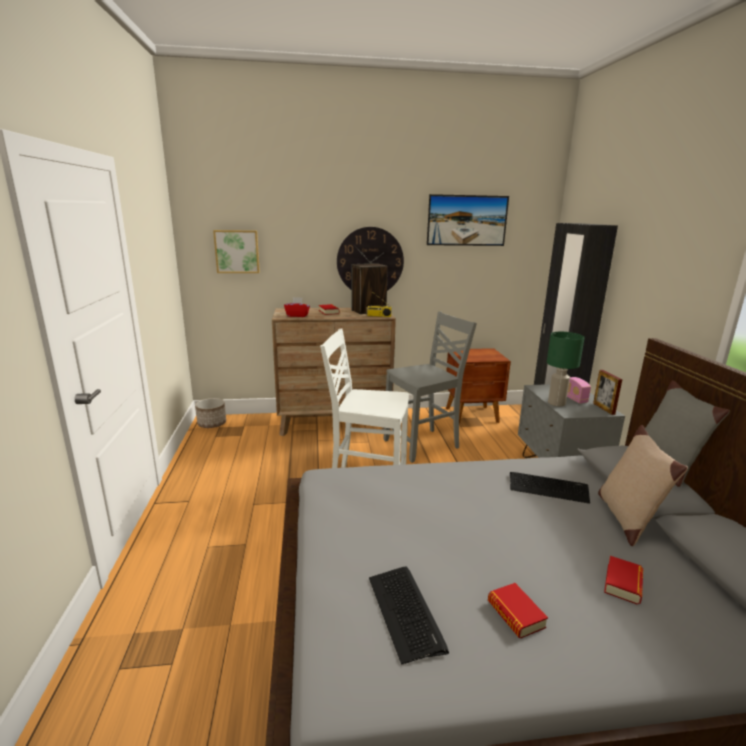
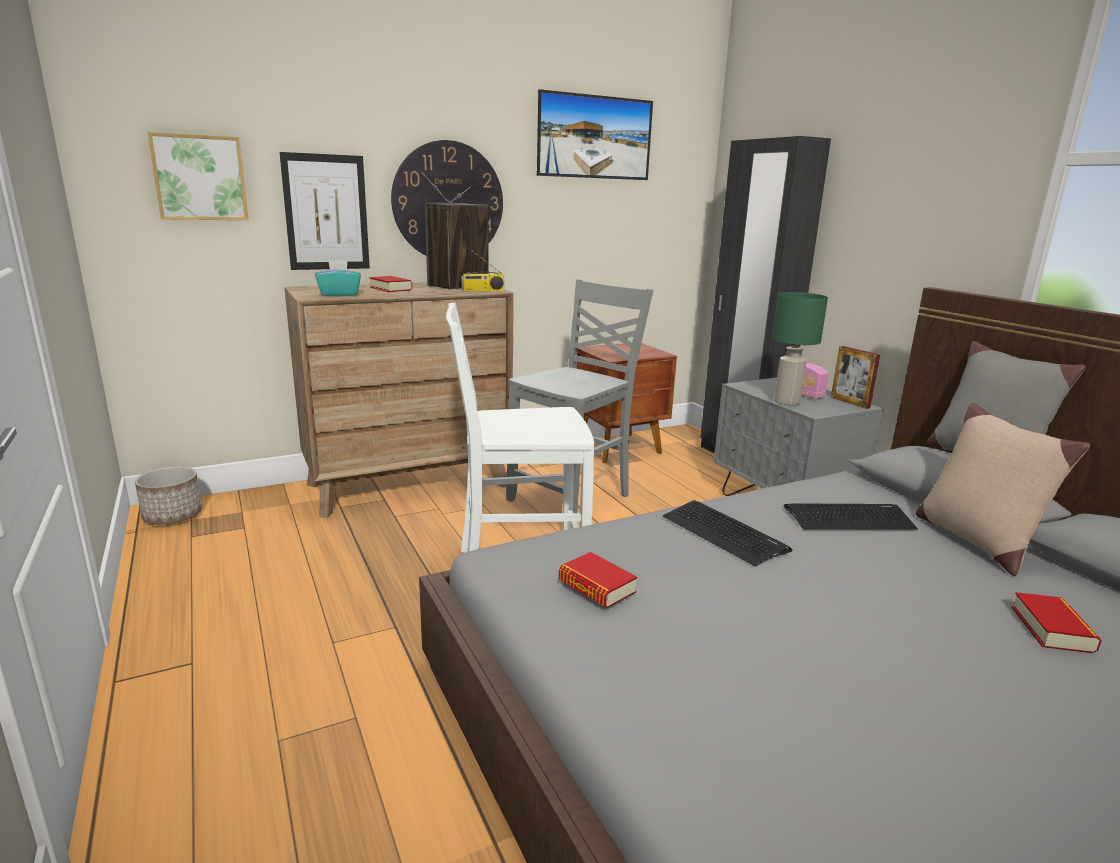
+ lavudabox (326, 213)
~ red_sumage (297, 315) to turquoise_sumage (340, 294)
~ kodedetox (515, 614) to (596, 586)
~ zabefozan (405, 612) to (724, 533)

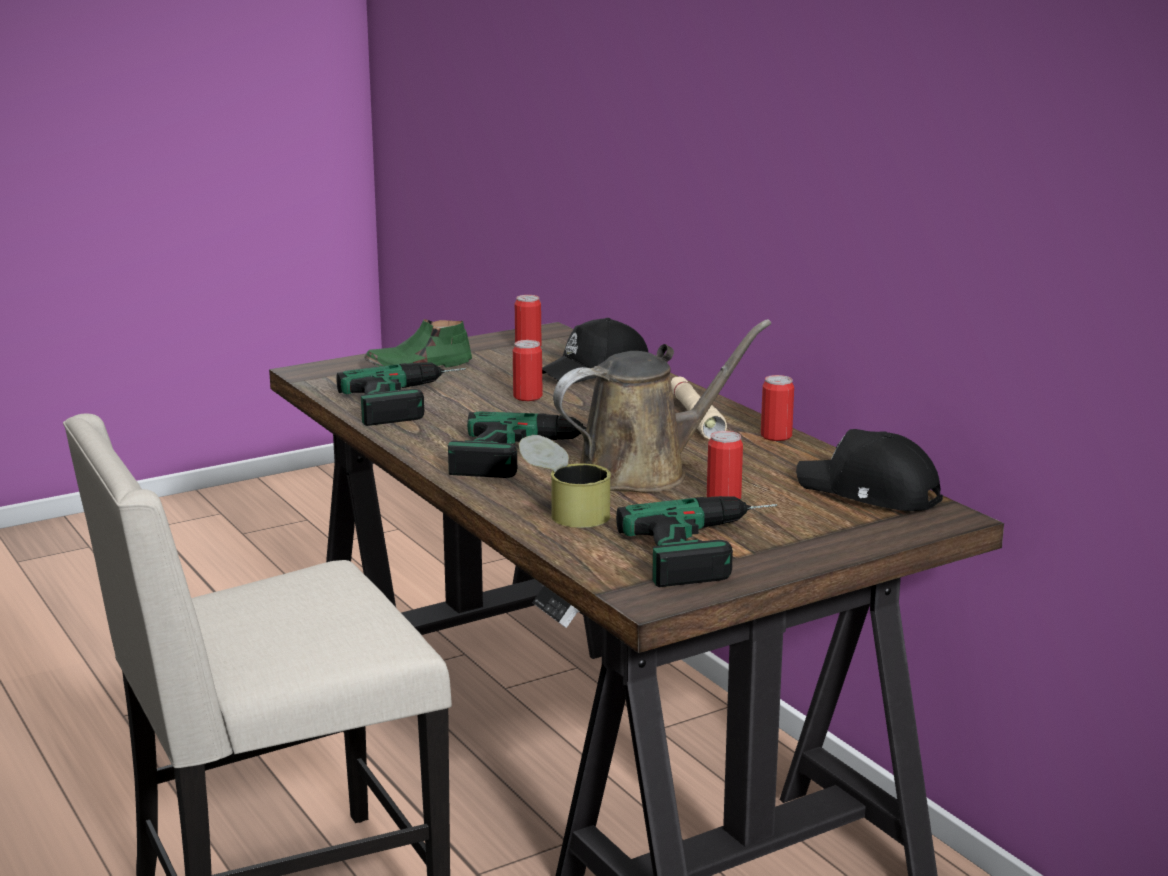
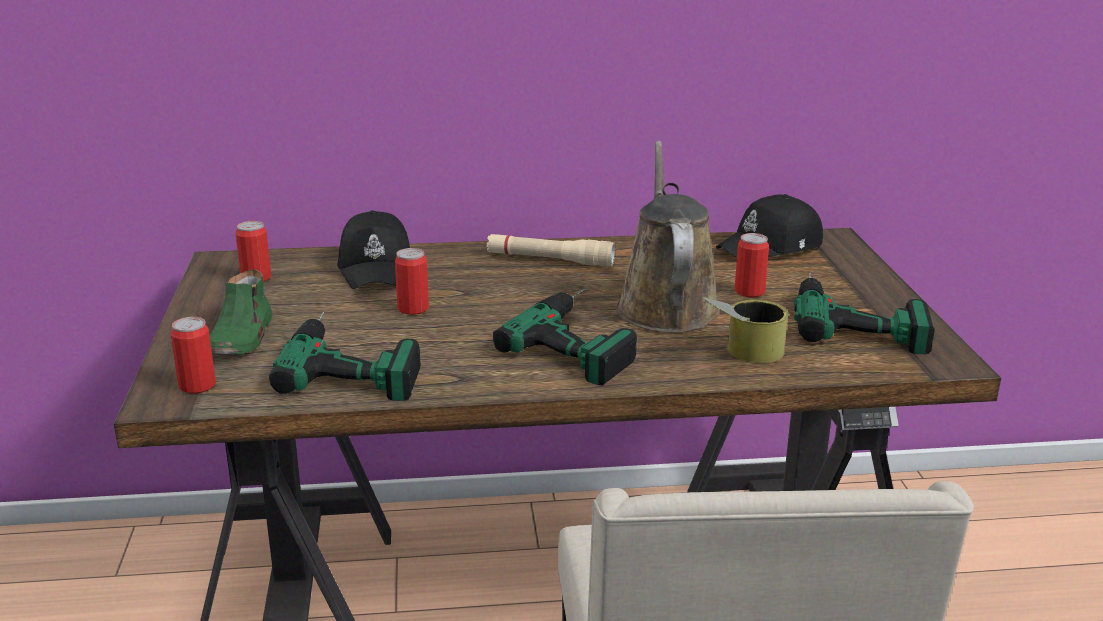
~ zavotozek (776, 436) to (197, 385)

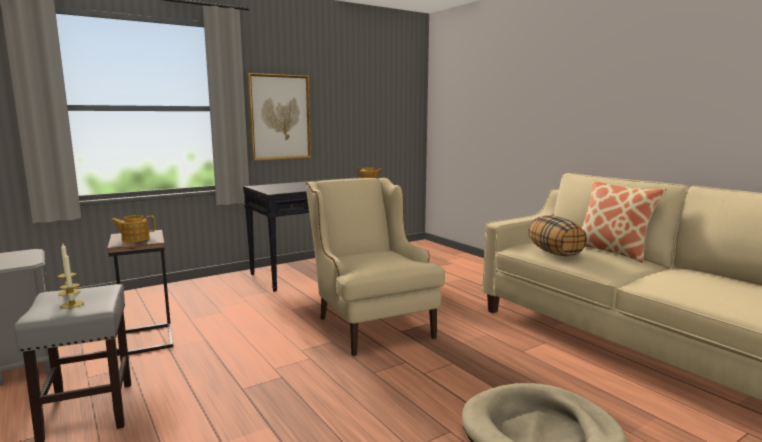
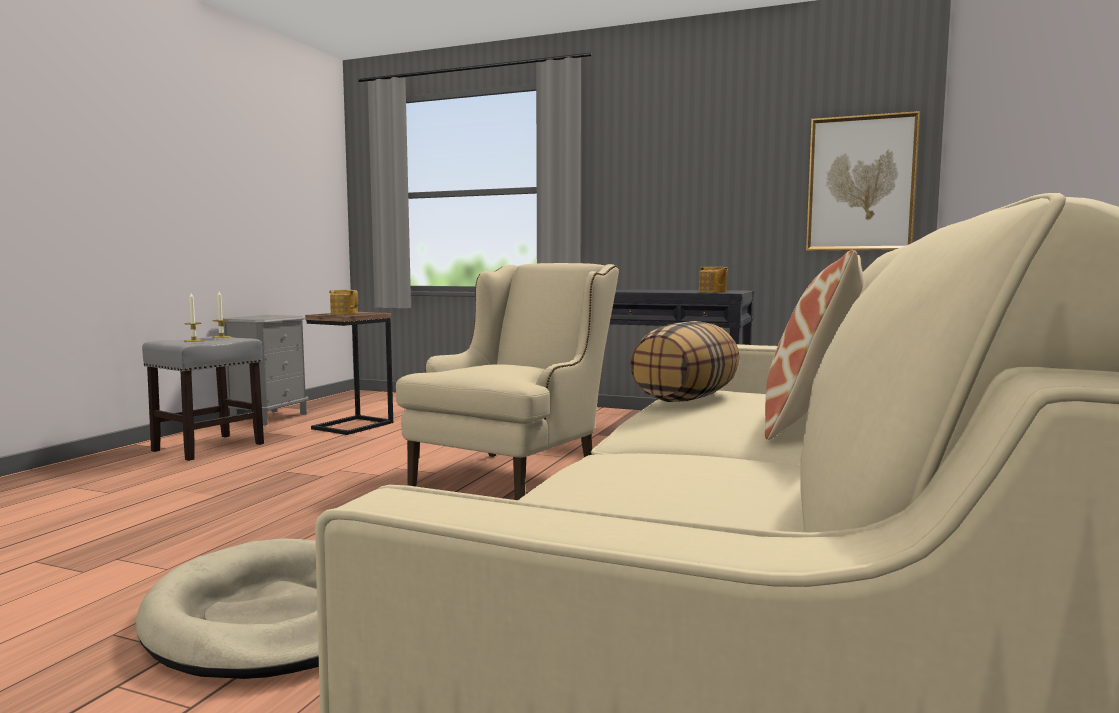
~ lavudabox (280, 117) to (861, 183)

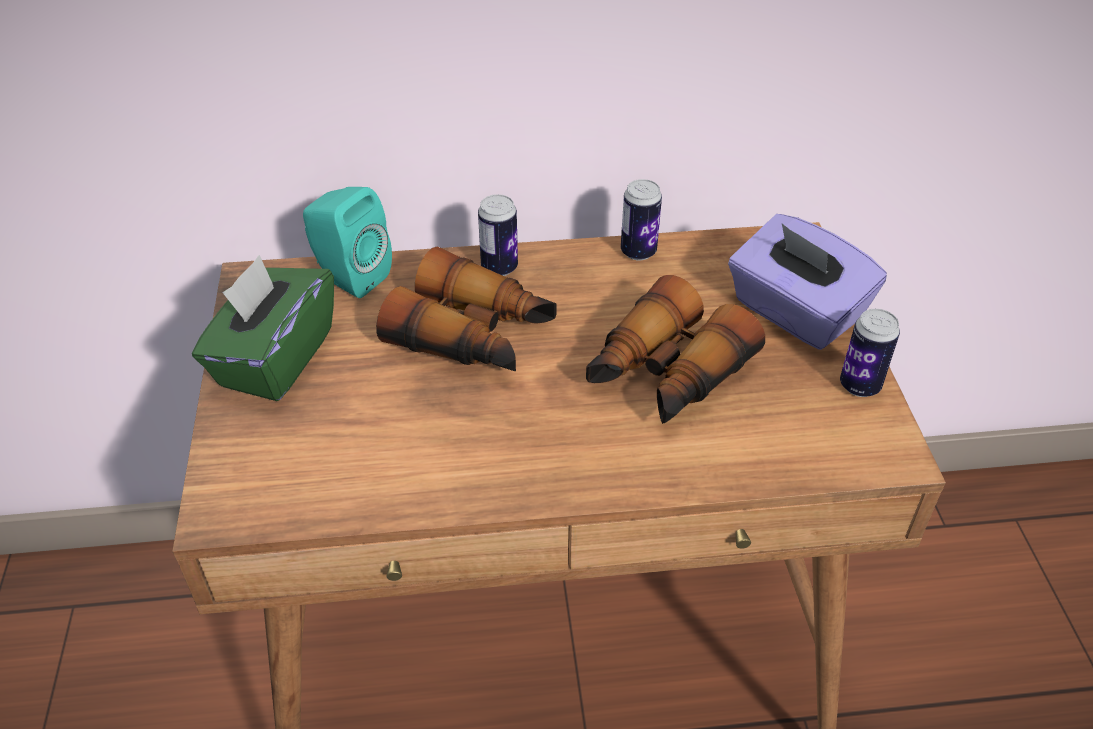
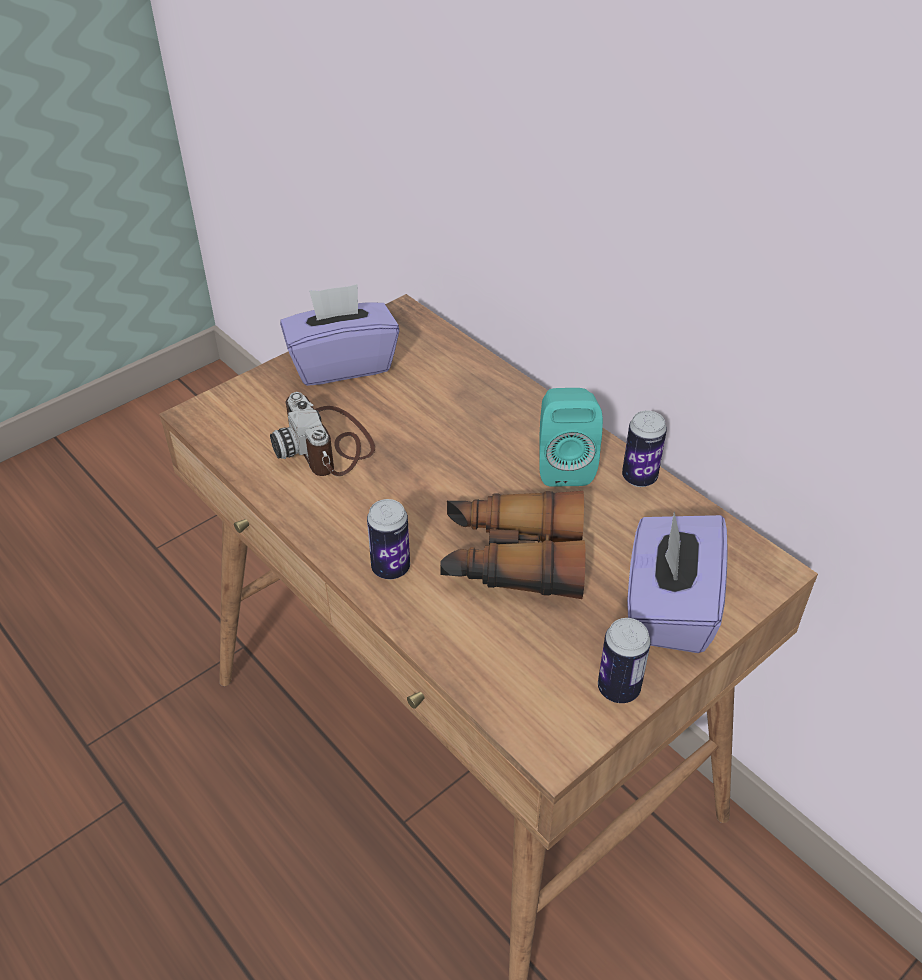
+ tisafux (328, 445)
~ green_sumage (275, 358) to purple_sumage (342, 364)
~ zavotozek (499, 267) to (390, 568)
~ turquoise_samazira (349, 277) to (563, 465)
- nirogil (474, 336)

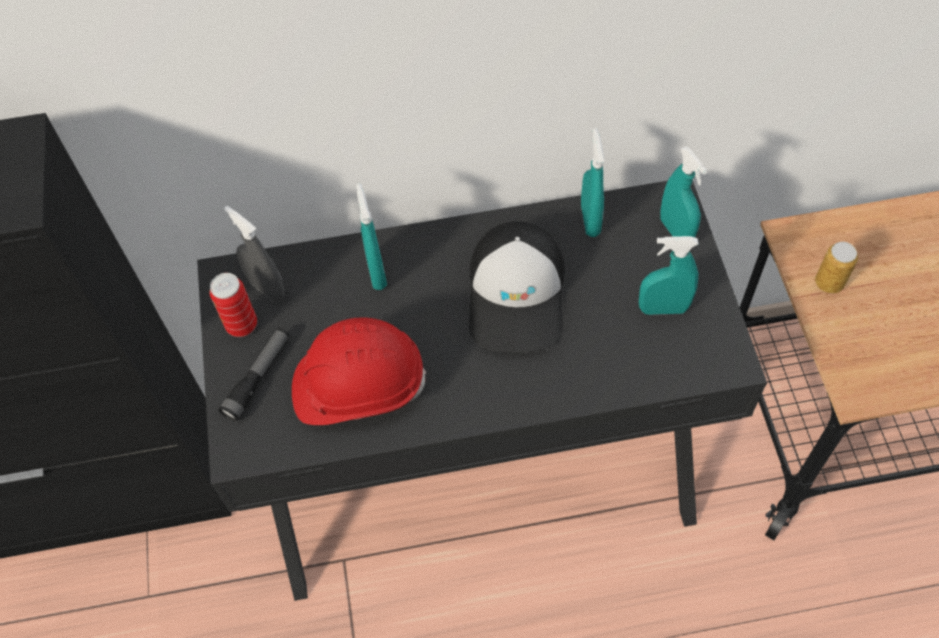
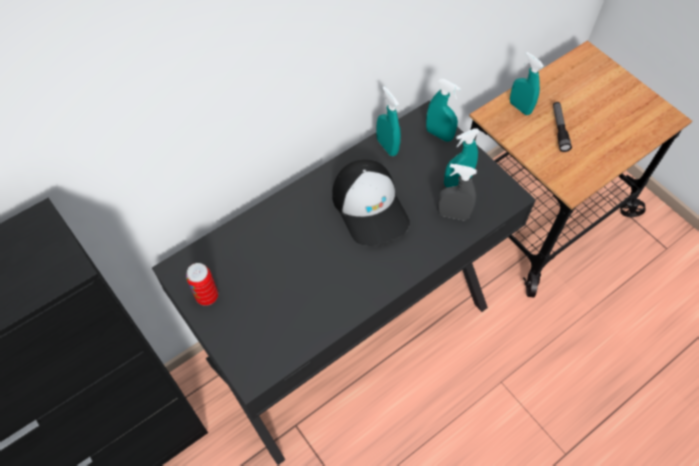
~ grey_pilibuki (266, 288) to (453, 214)
~ turquoise_pilibuki (376, 272) to (520, 107)
~ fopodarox (258, 377) to (559, 129)
- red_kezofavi (358, 386)
- zavotozek (829, 283)

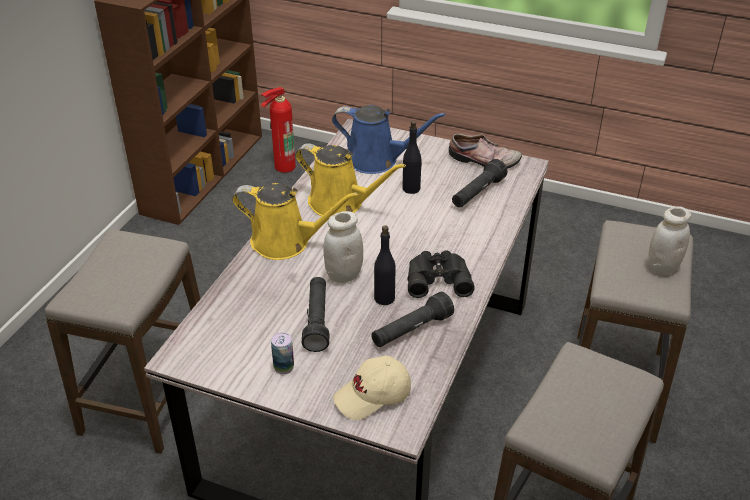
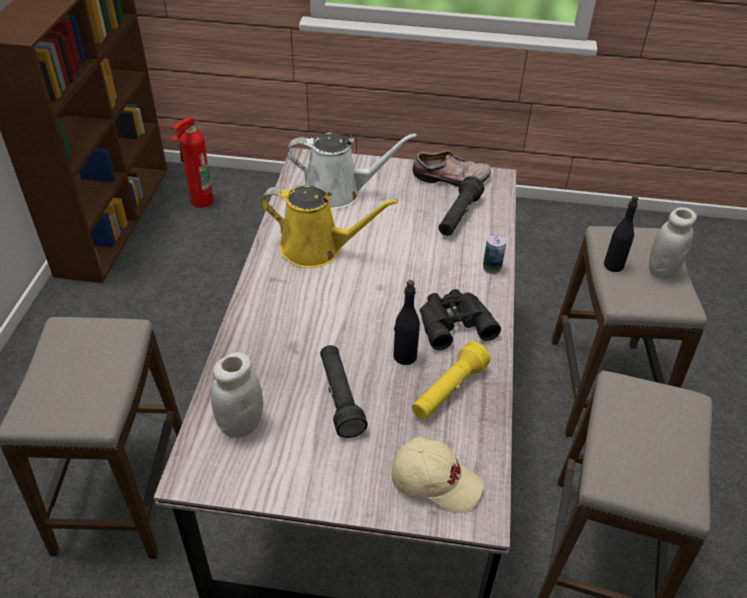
~ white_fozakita (344, 275) to (240, 424)
~ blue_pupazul (377, 160) to white_pupazul (338, 192)
~ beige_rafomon (373, 396) = (435, 481) 120 degrees counterclockwise
~ black_fopodarox (411, 330) to yellow_fopodarox (448, 391)
~ zavotozek (284, 367) to (491, 268)
~ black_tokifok (411, 188) to (613, 265)
- yellow_pupazul (286, 242)

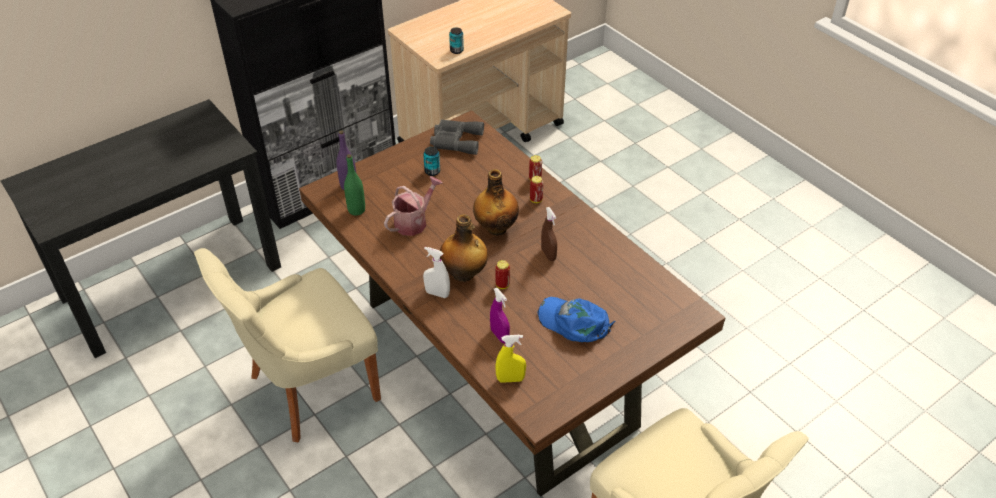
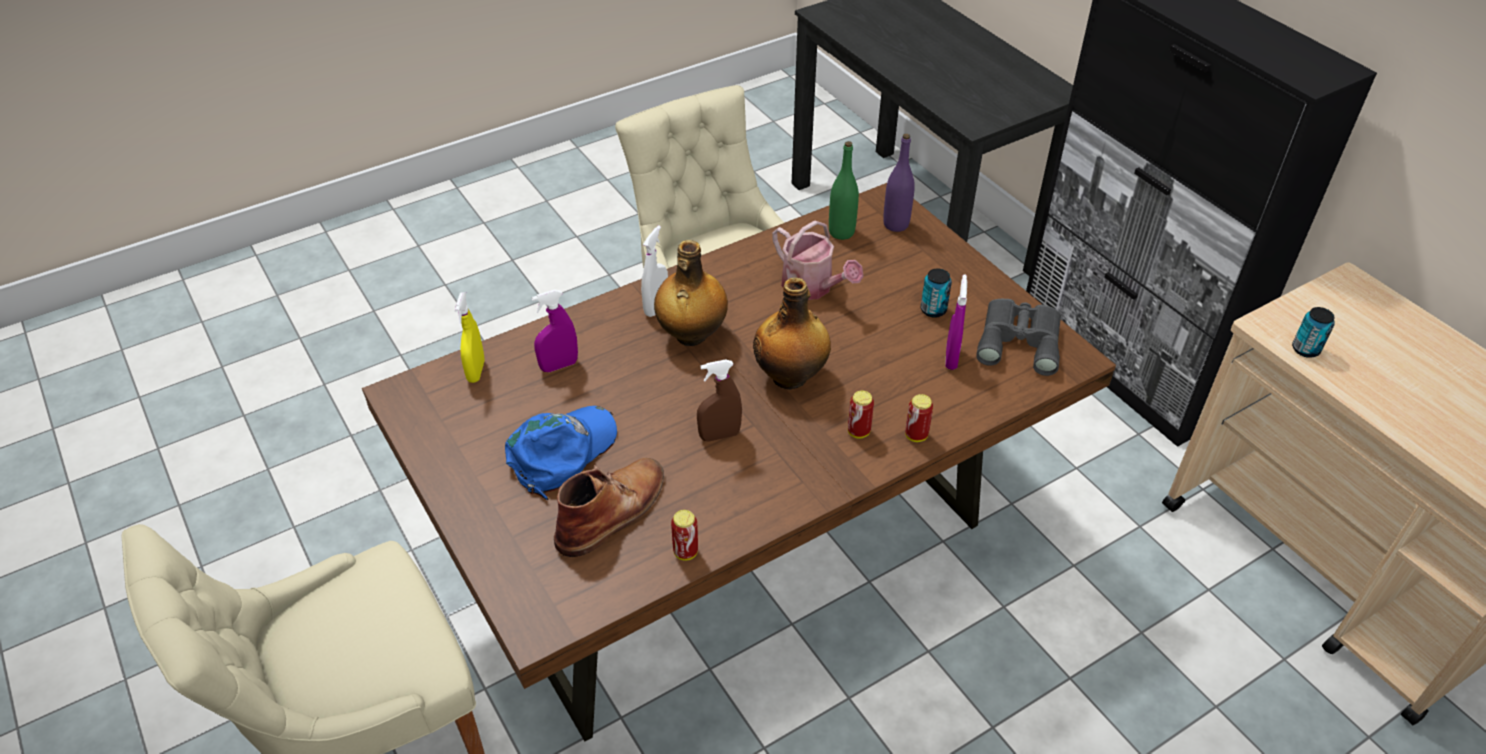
+ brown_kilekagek (613, 510)
~ zavotozek (502, 285) to (685, 552)
+ purple_pilibuki (951, 358)

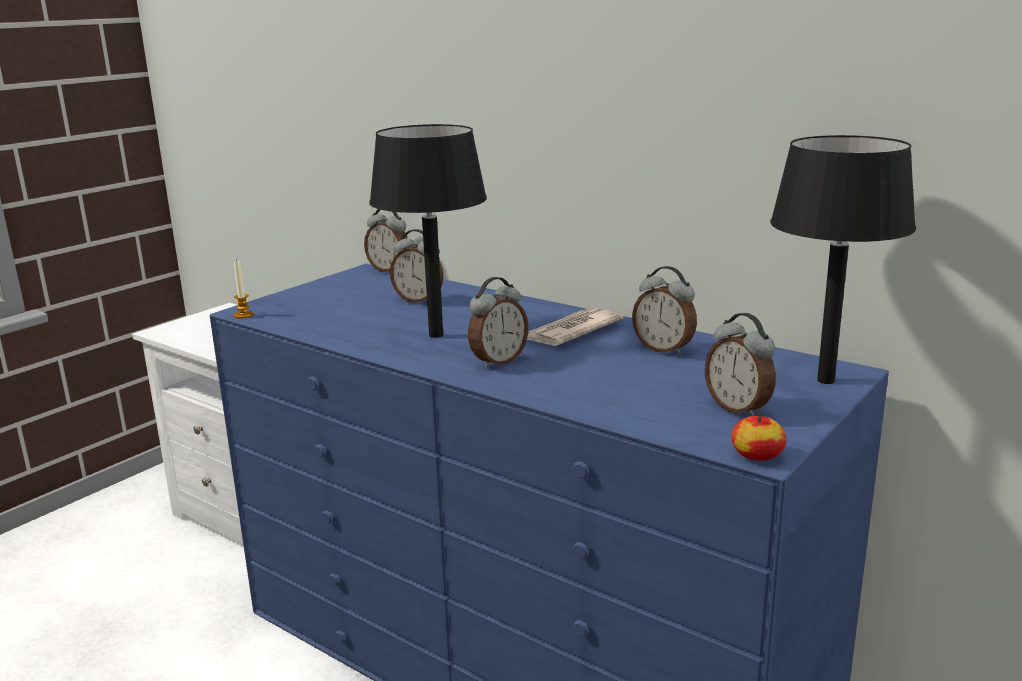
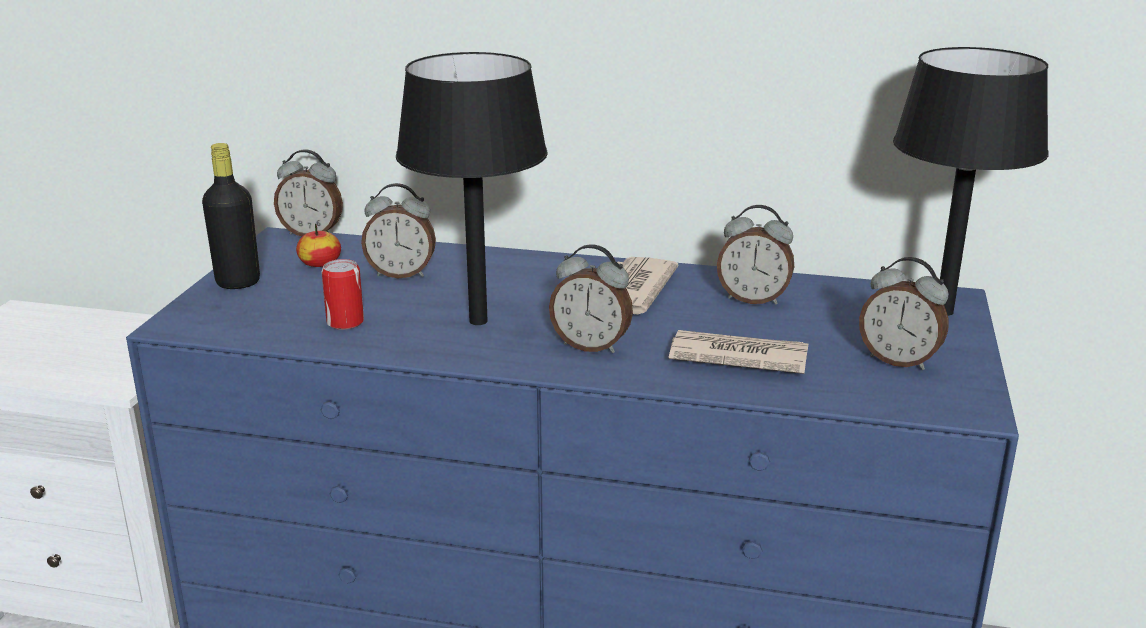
+ black_tokifok (238, 282)
~ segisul (757, 455) to (320, 264)
+ zavotozek (345, 322)
~ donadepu (498, 361) = (591, 345) 90 degrees clockwise
+ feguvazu (736, 357)
- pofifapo (243, 315)

